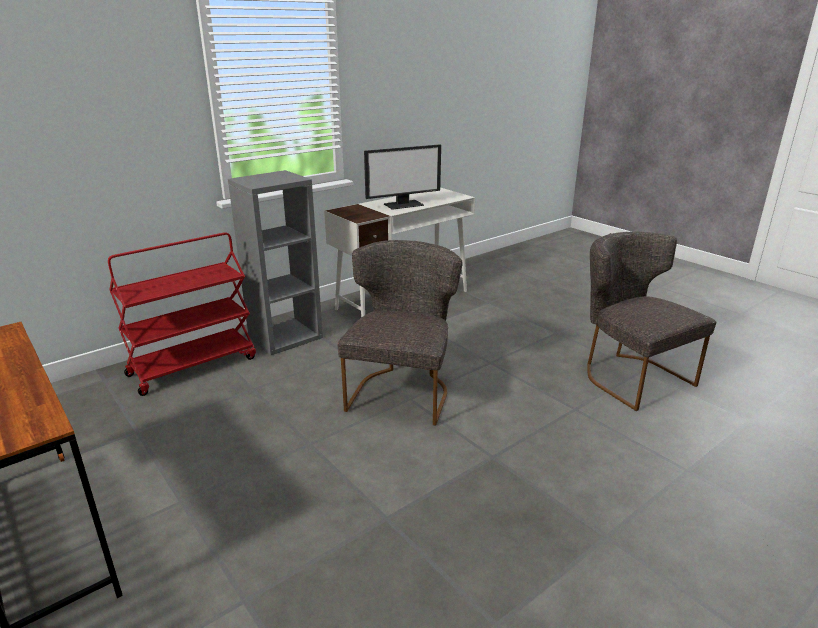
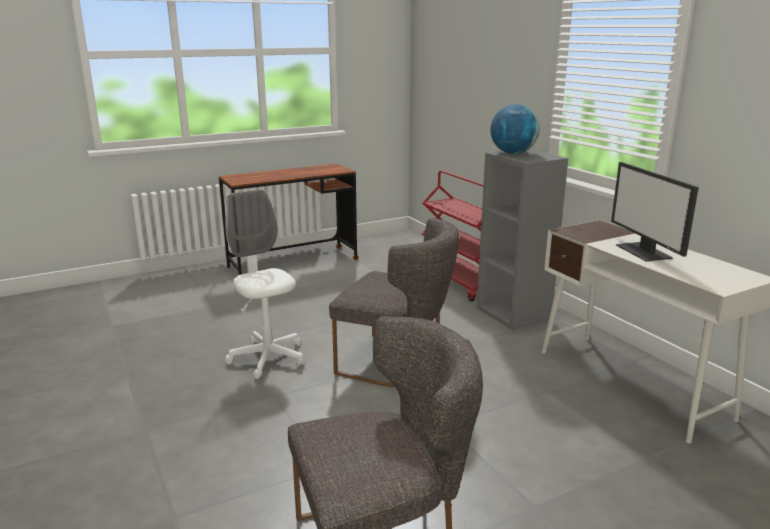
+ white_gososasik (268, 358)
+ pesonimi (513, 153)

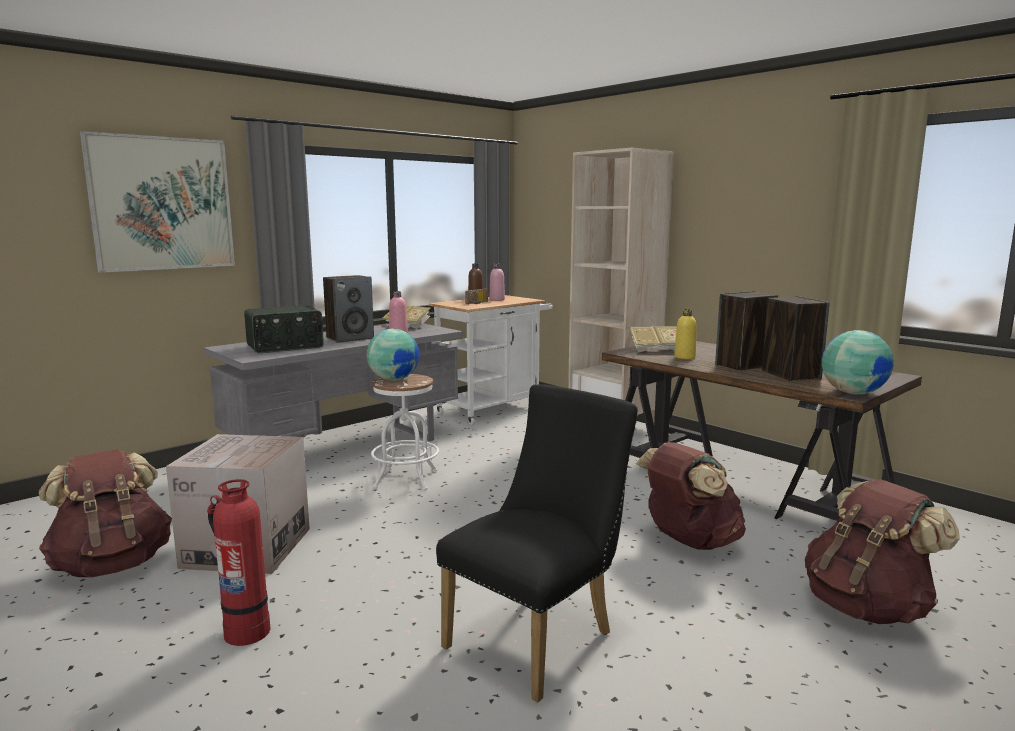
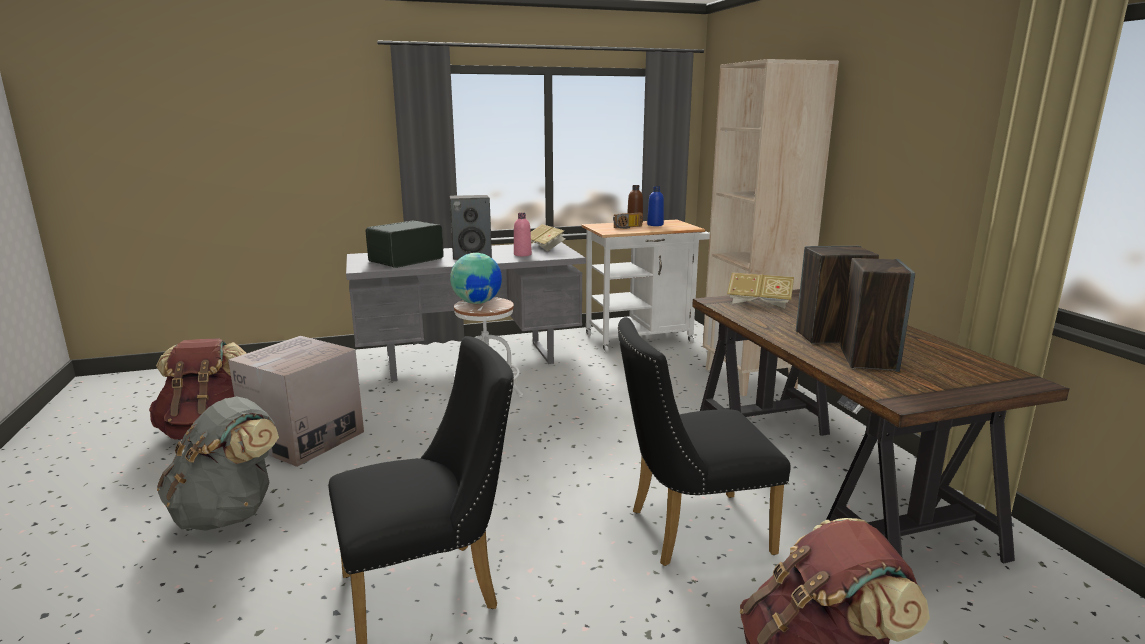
~ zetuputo (246, 631) to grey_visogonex (229, 513)
~ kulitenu (285, 346) = (405, 260) 135 degrees clockwise
~ brown_visogonex (689, 541) to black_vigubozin (689, 531)
~ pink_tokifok (497, 299) to blue_tokifok (655, 225)
- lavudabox (162, 204)
- yellow_tokifok (684, 357)
- pesonimi (853, 393)

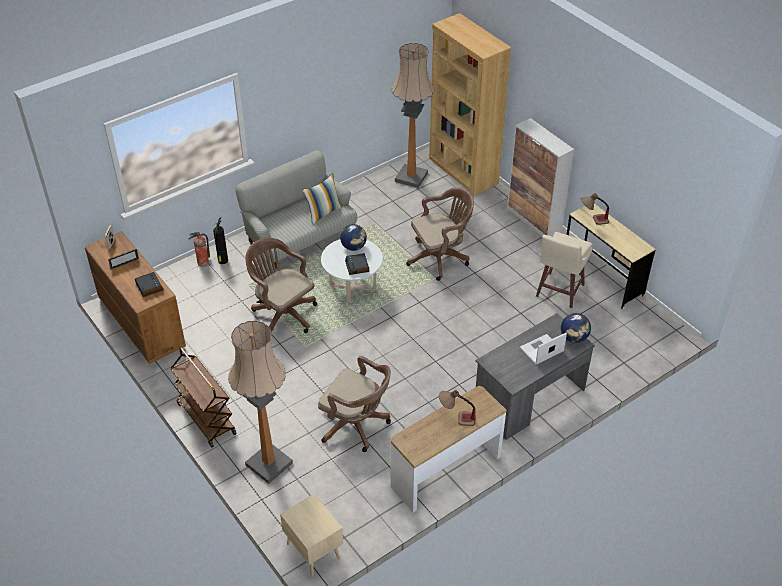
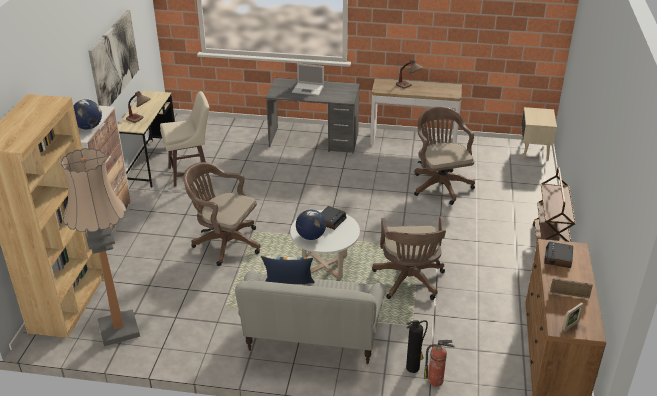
~ pesonimi (574, 338) to (89, 127)
+ lavudabox (114, 60)
- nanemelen (269, 464)

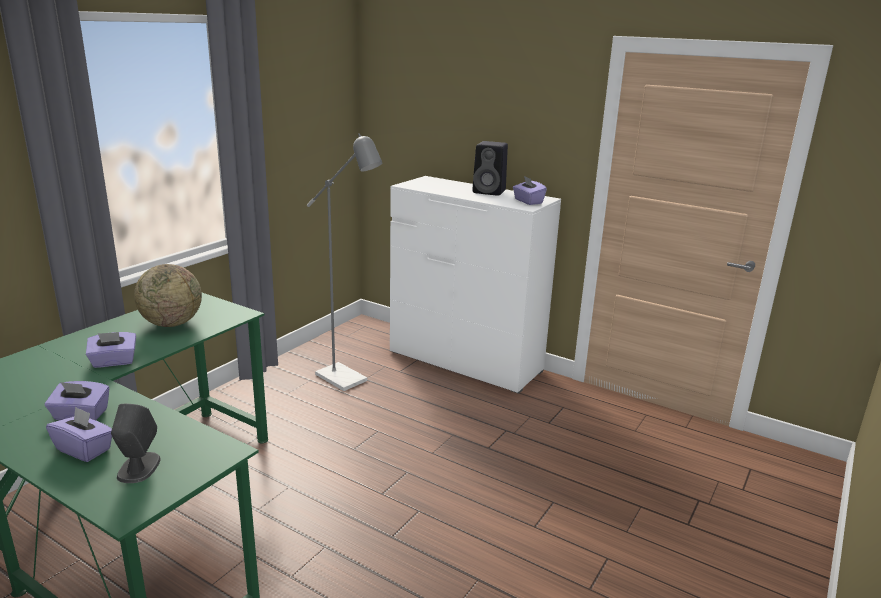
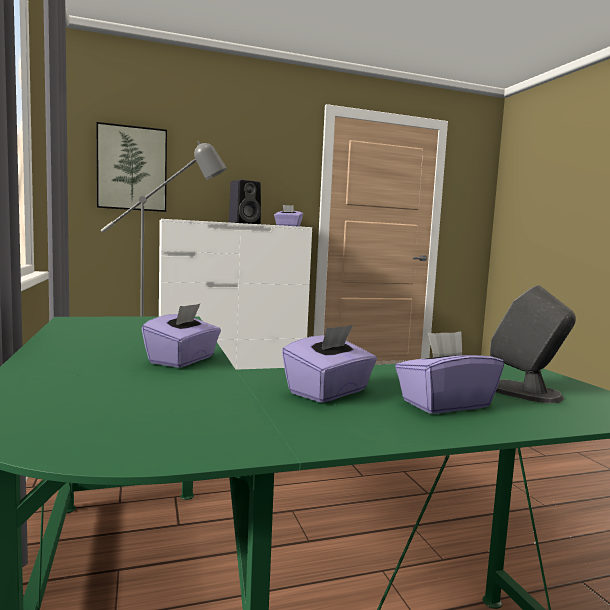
+ lavudabox (132, 168)
- pesonimi (172, 323)

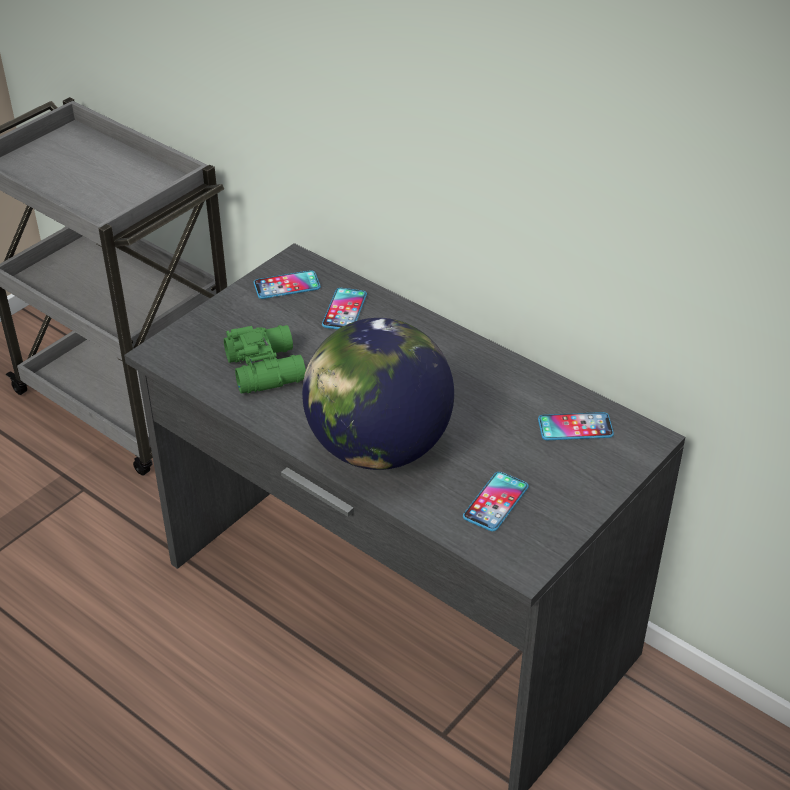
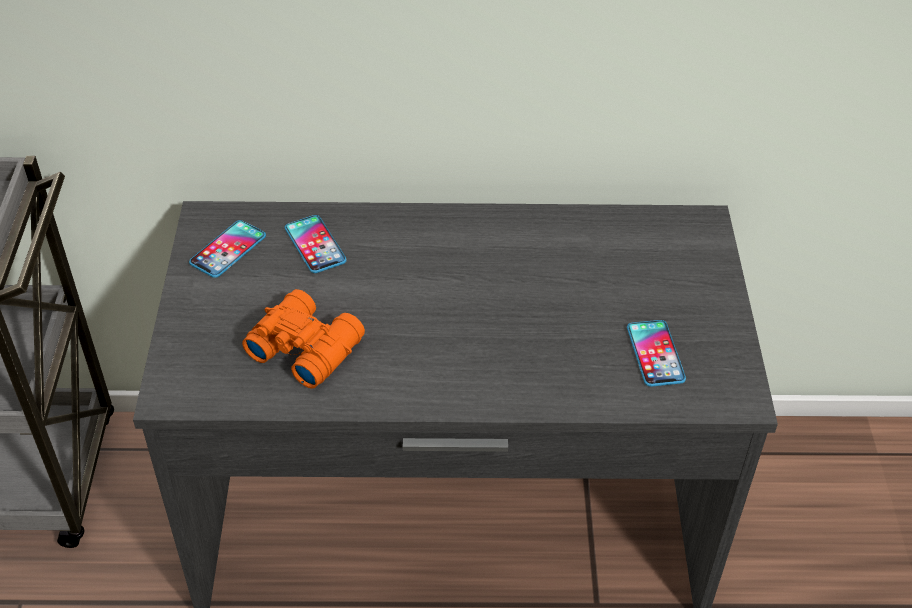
~ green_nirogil (267, 368) to orange_nirogil (305, 346)
- pesonimi (379, 448)
- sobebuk (575, 427)

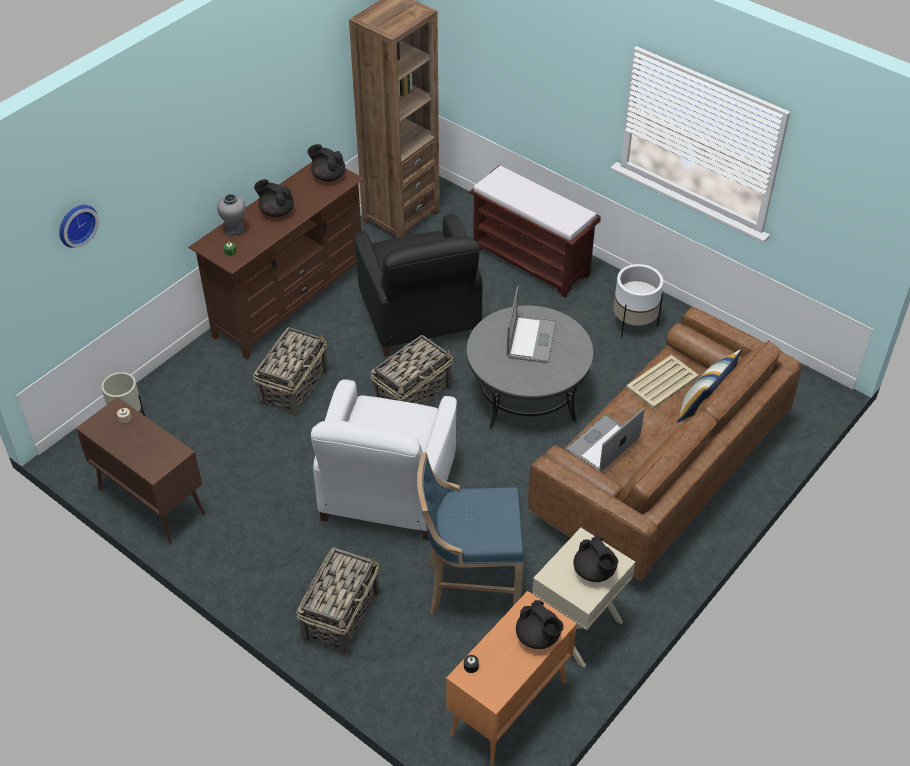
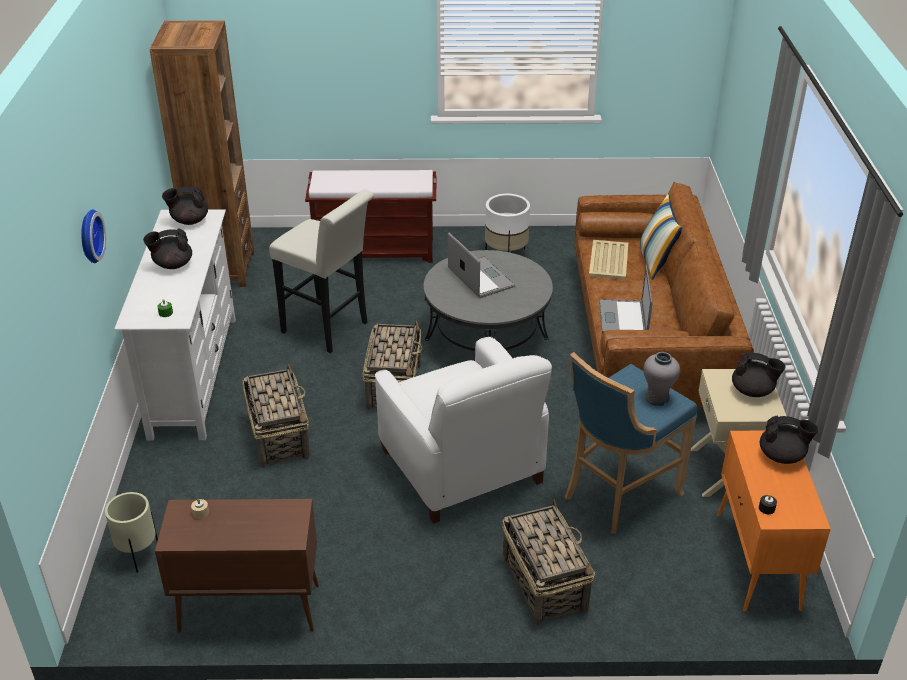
~ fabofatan (76, 224) to (88, 236)
~ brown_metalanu (289, 301) to white_metalanu (193, 375)
~ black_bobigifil (420, 316) to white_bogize (329, 329)
~ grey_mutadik (235, 229) to (657, 397)

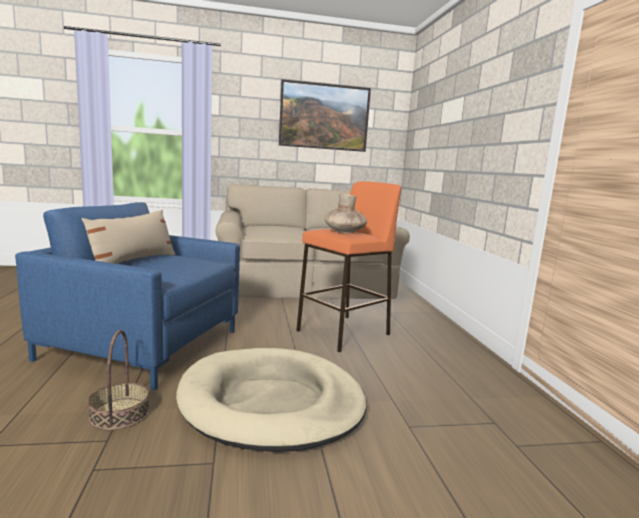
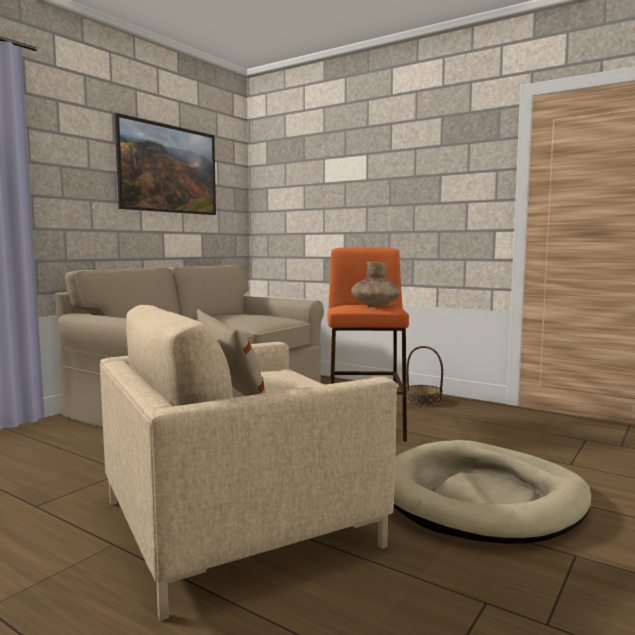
~ blue_bobigifil (144, 344) to beige_bobigifil (237, 522)
~ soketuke (120, 413) to (423, 401)

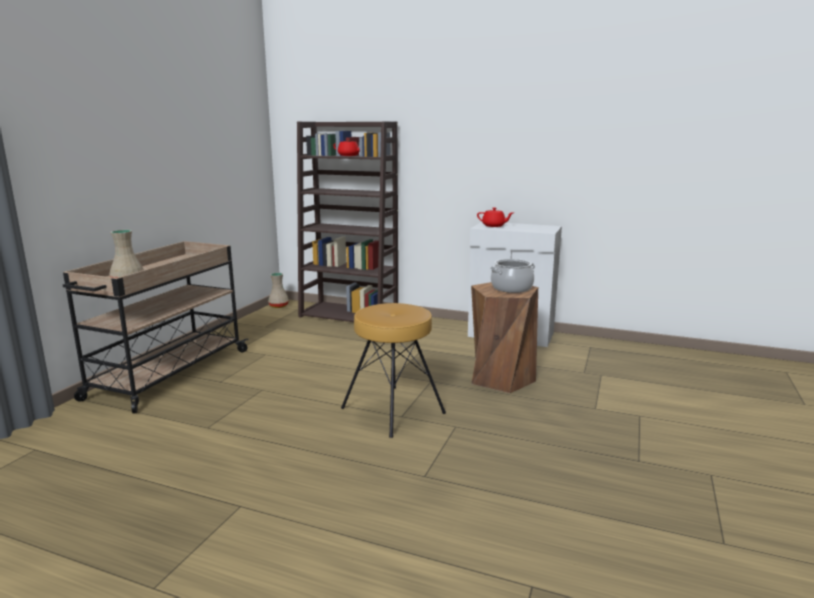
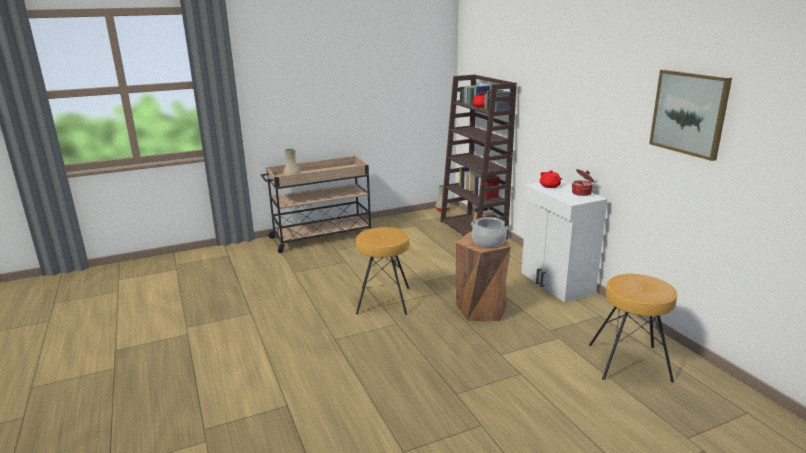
+ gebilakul (582, 193)
+ brown_bogize (629, 362)
+ lavudabox (689, 113)

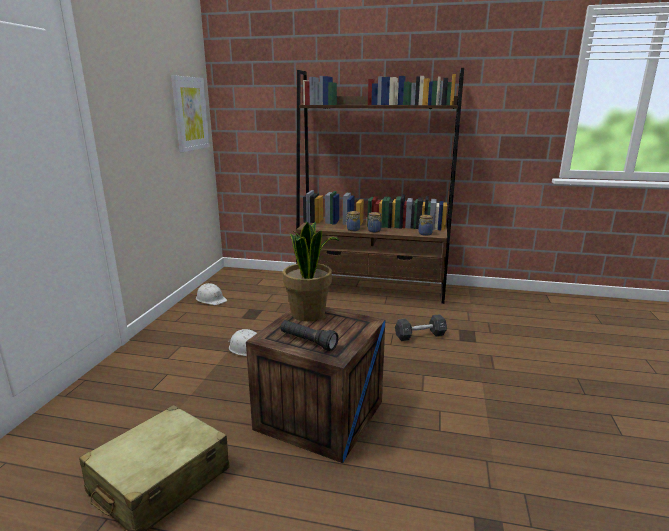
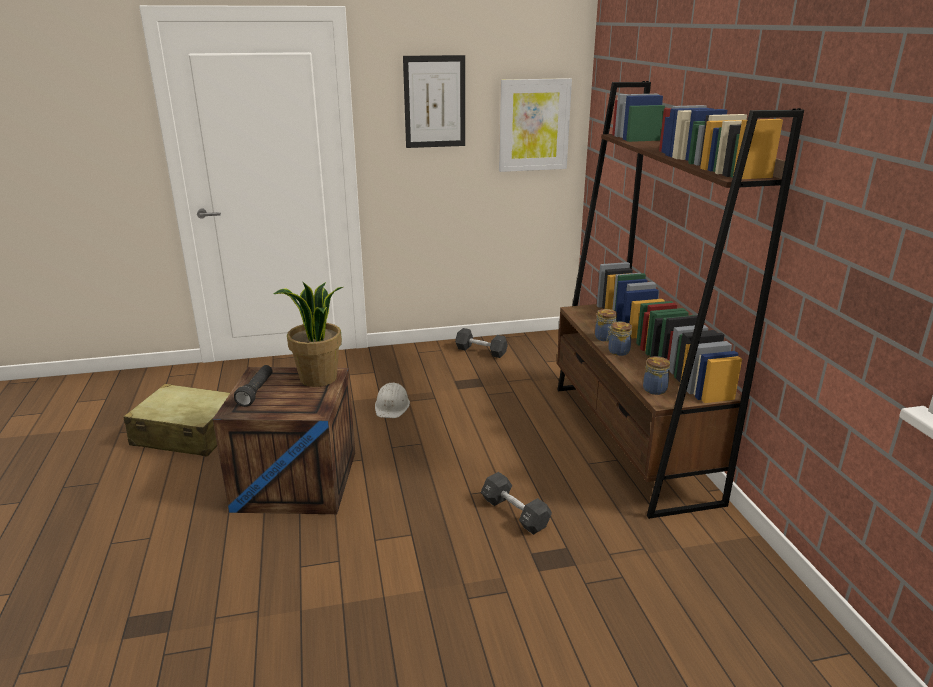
+ lavudabox (434, 102)
~ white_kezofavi (211, 299) to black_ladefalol (481, 351)

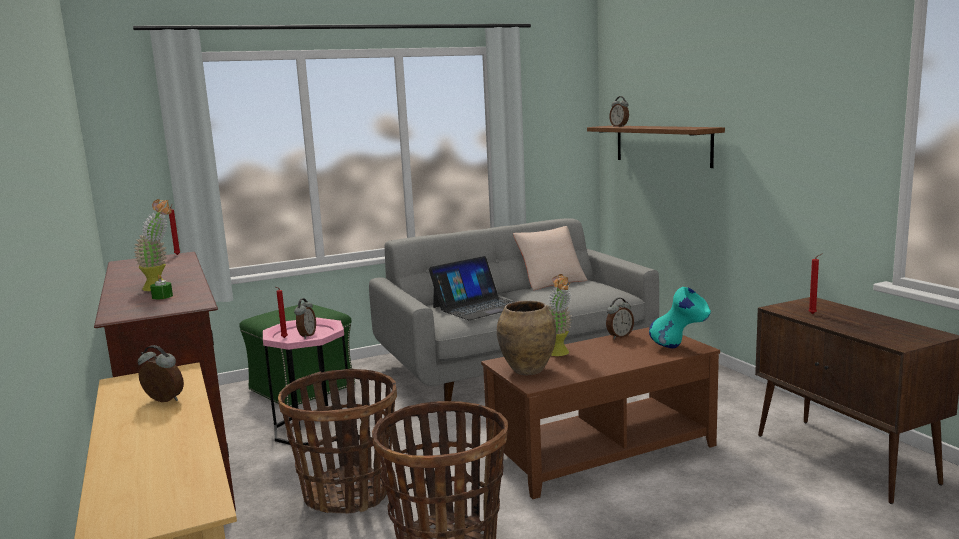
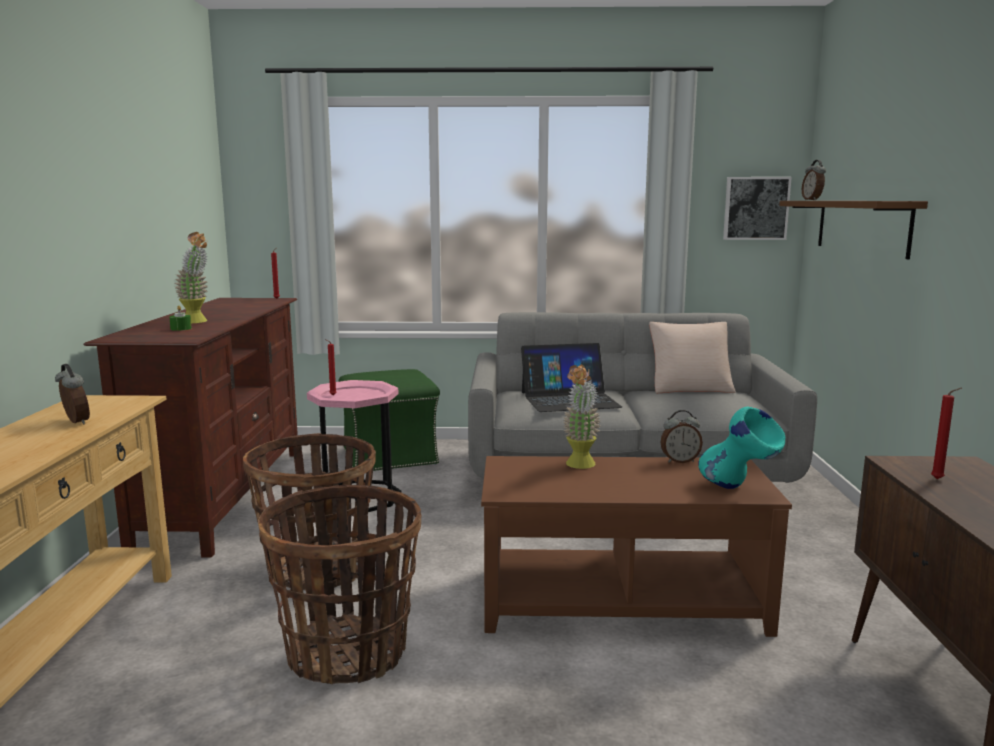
+ lavudabox (755, 208)
- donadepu (306, 336)
- brown_mutadik (527, 370)

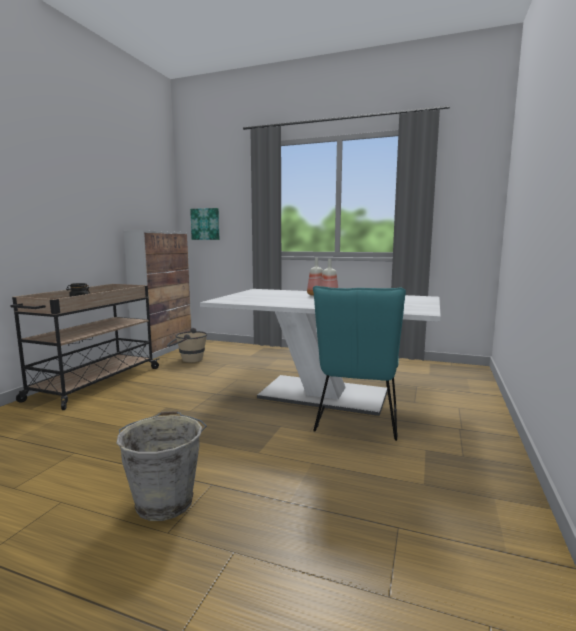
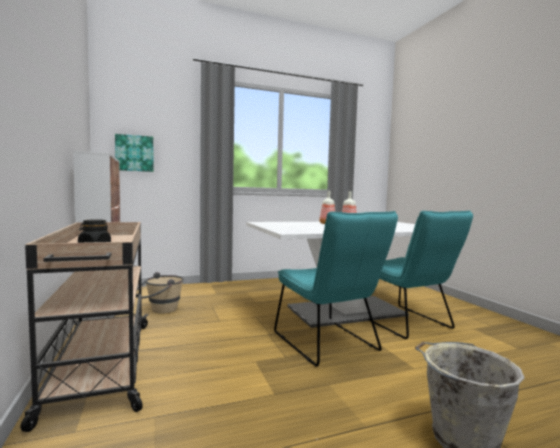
+ turquoise_vigubozin (329, 344)

